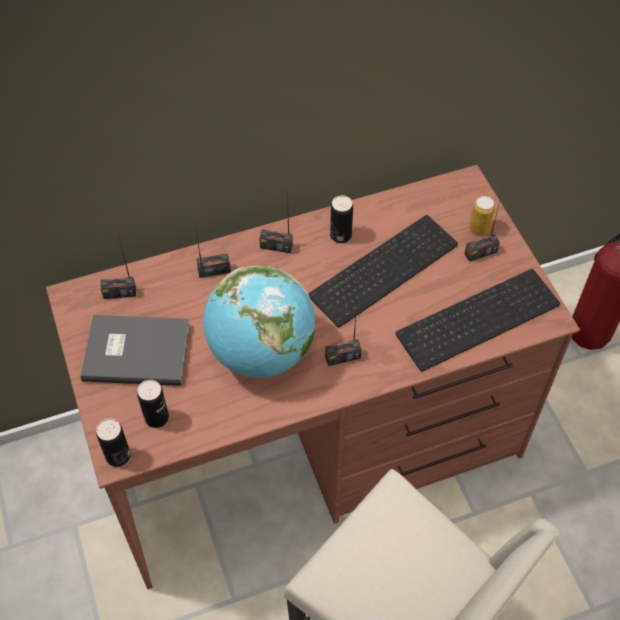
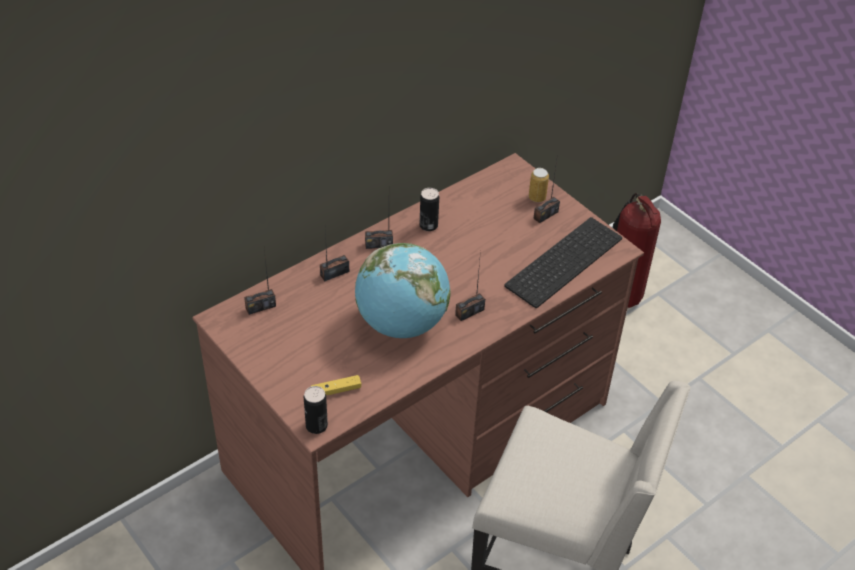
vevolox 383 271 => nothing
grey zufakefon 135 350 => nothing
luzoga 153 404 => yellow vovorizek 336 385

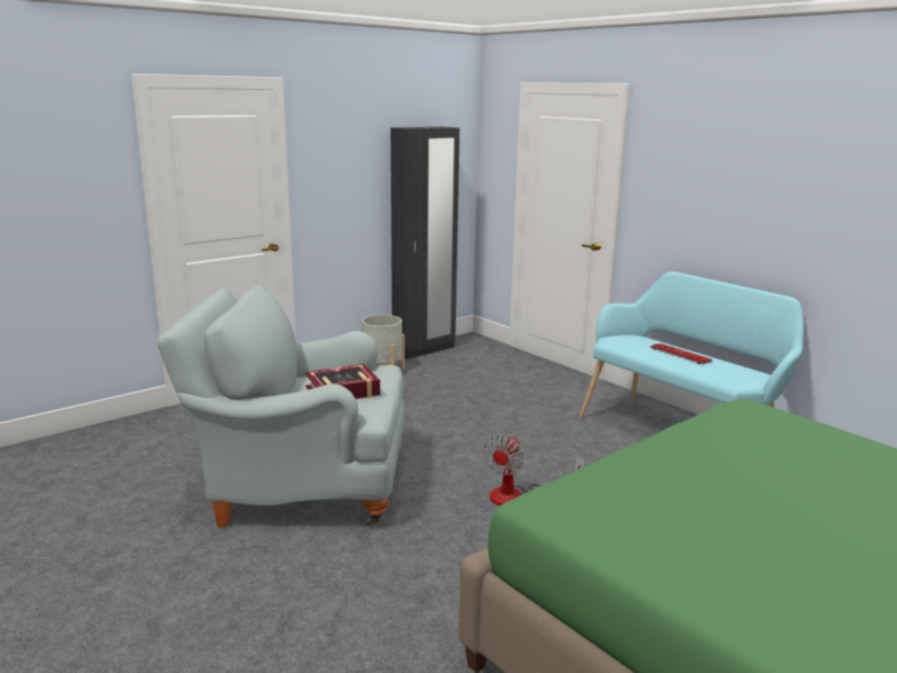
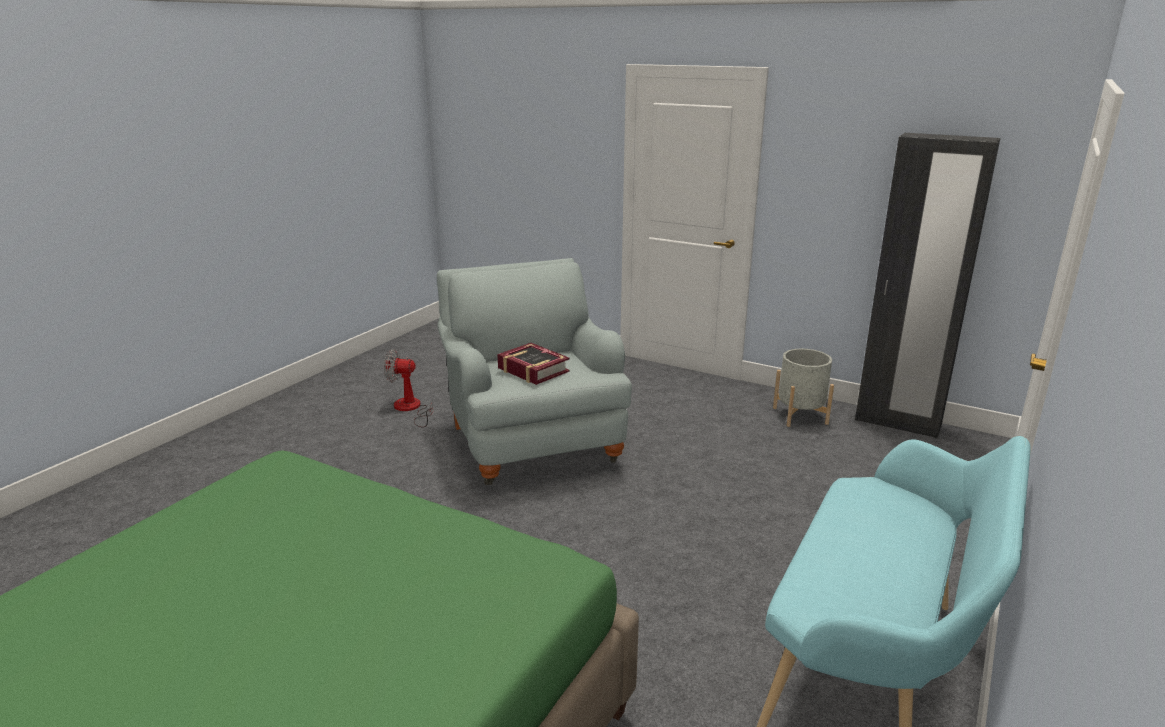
vevolox 681 353 => nothing
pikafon 533 470 => pikafon 408 388, move

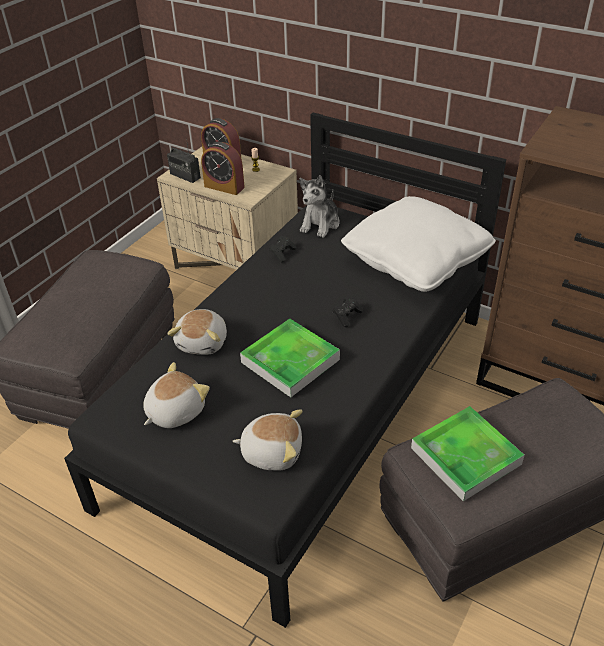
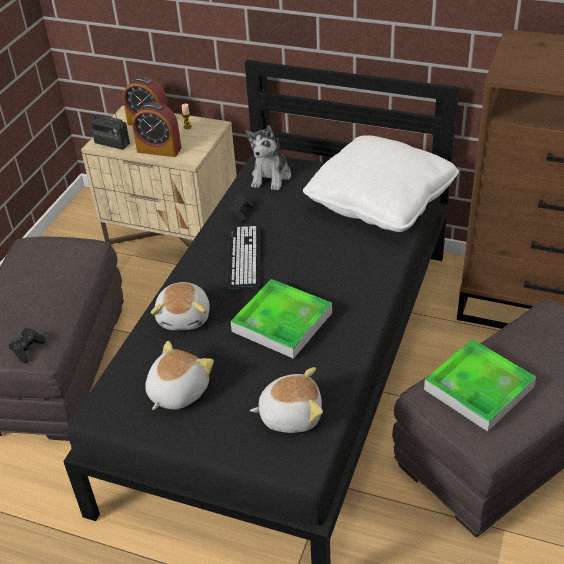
black vovorizek 348 311 => black vovorizek 27 345, move
nothing => vevolox 243 257

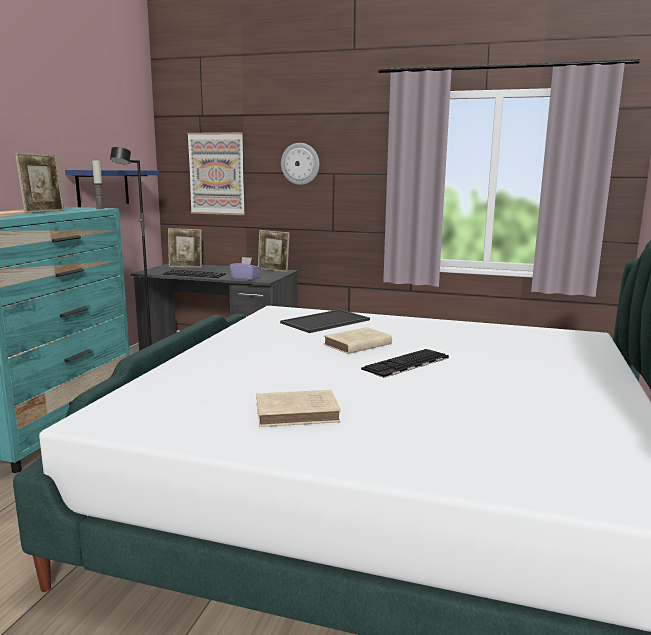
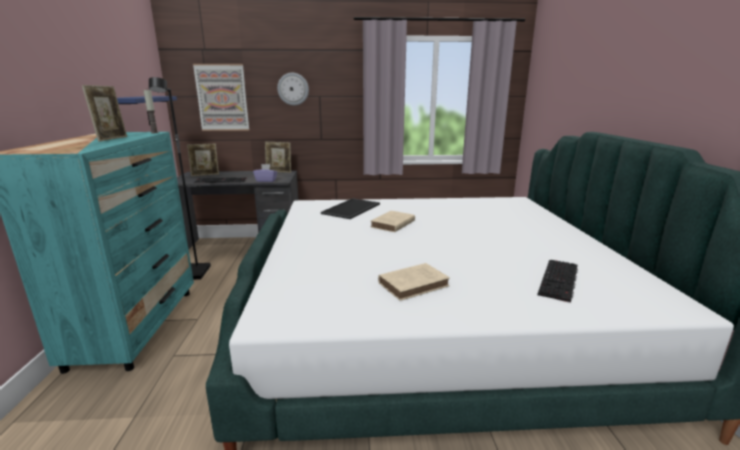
vevolox 405 363 => vevolox 557 281, move

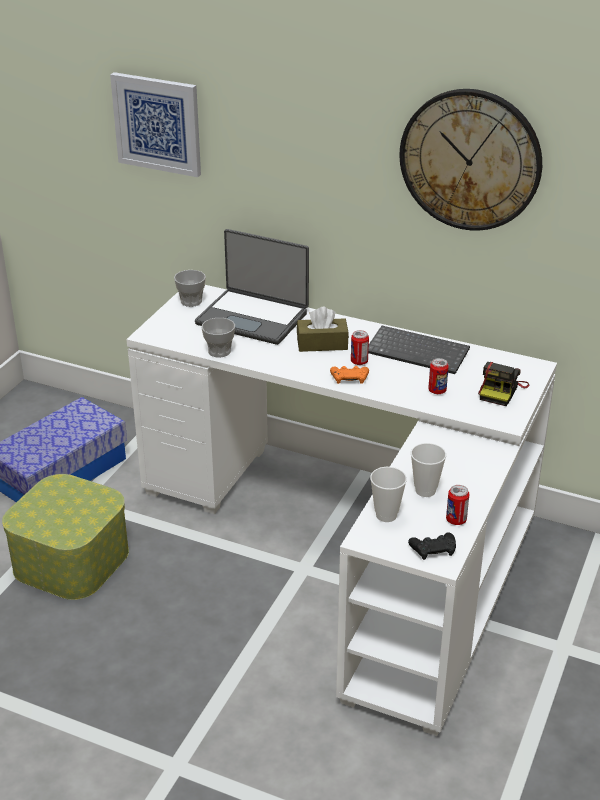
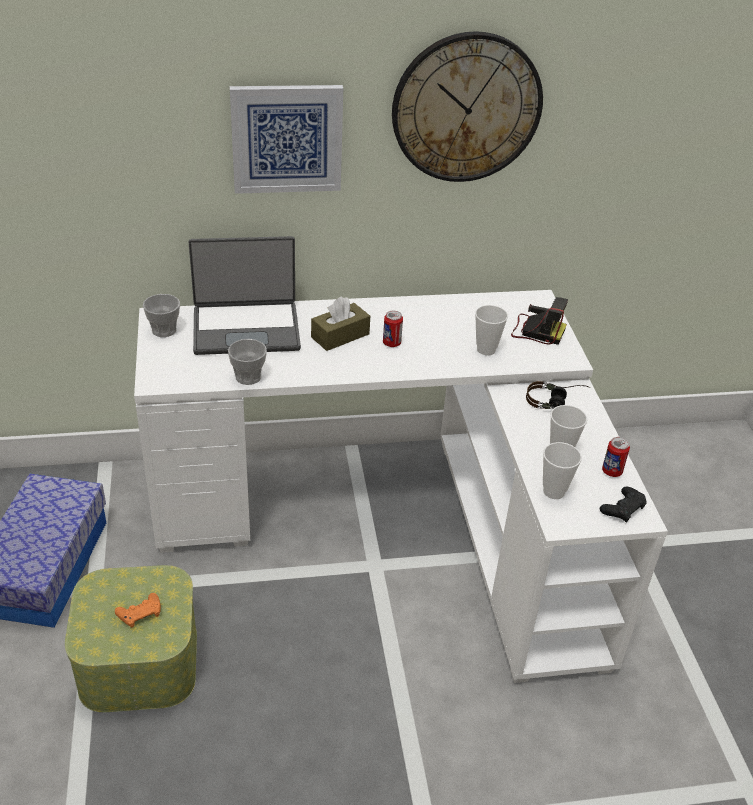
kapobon 155 124 => kapobon 286 139, move
vevolox 419 350 => nothing
luzoga 438 376 => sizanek 491 330
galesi 503 384 => galesi 539 321, 60 degrees counterclockwise
orange vovorizek 349 375 => orange vovorizek 138 610, move
nothing => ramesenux 558 395

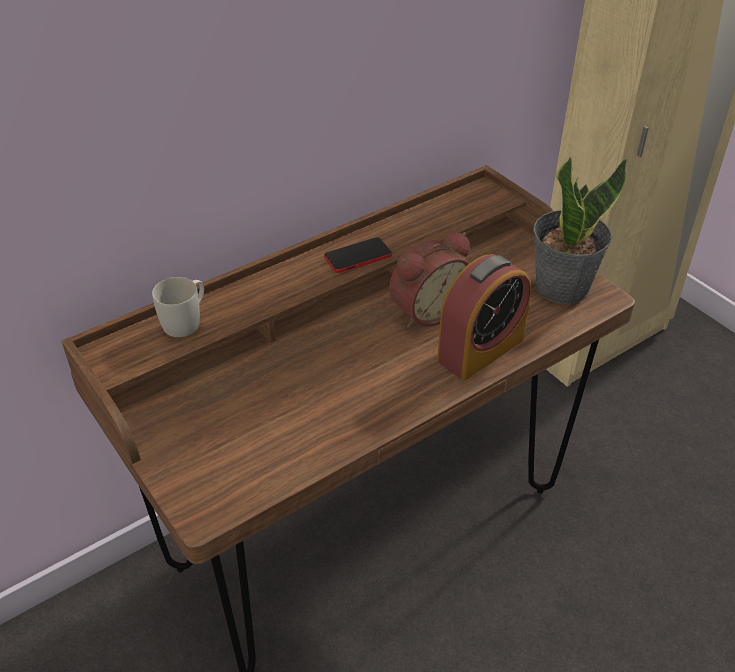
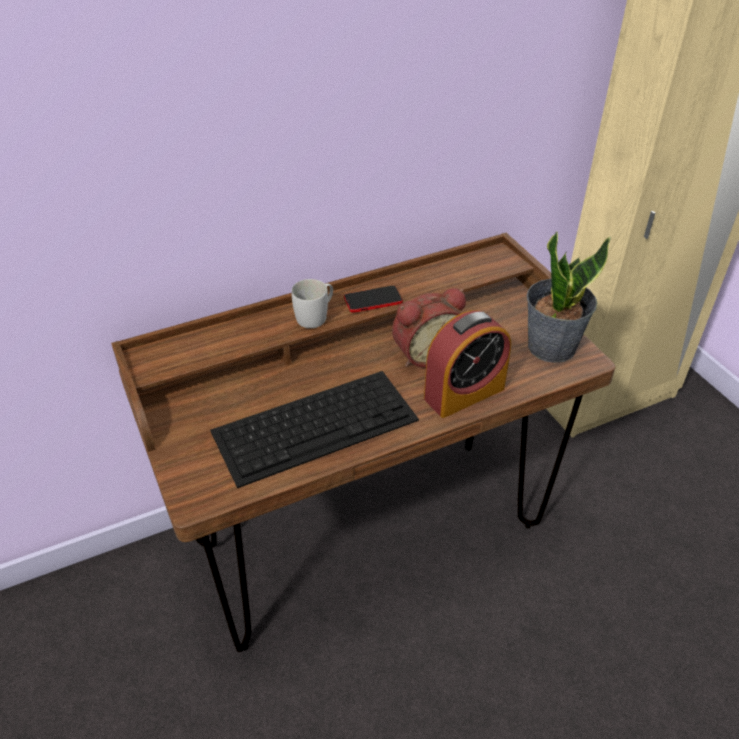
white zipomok 178 307 => white zipomok 312 303, move
nothing => vevolox 314 429

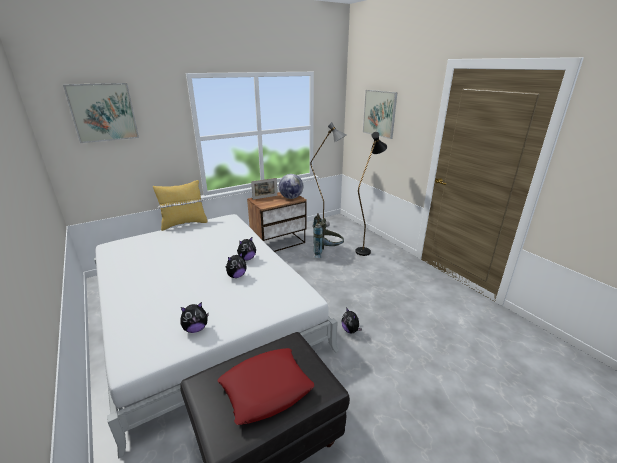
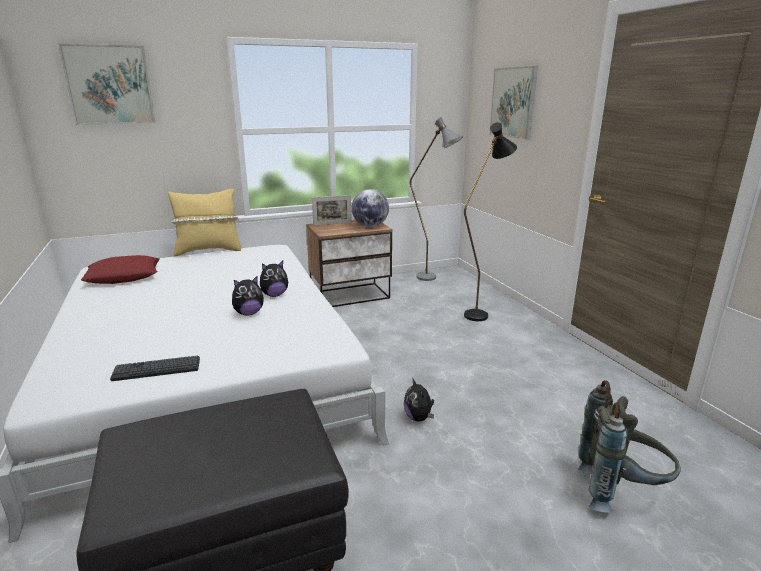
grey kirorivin 328 235 => grey kirorivin 629 446, move
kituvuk 194 317 => vevolox 155 368
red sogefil 266 386 => red sogefil 120 269, move

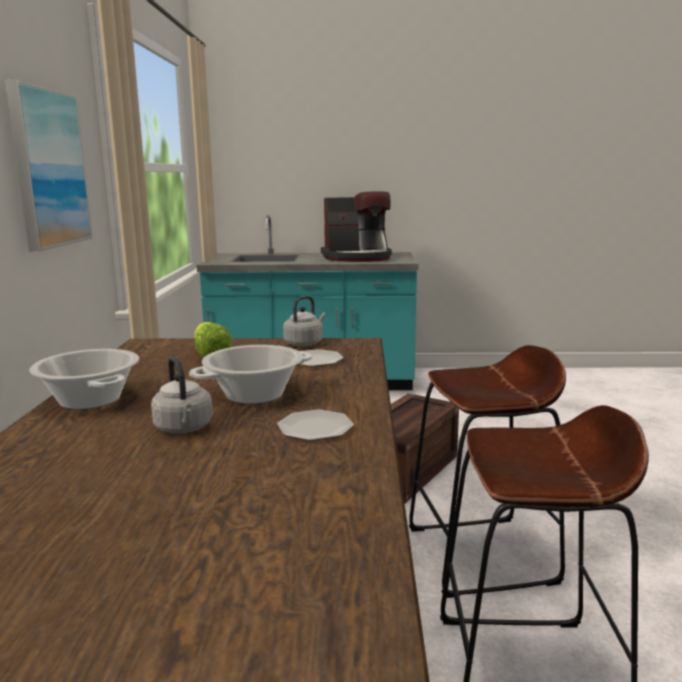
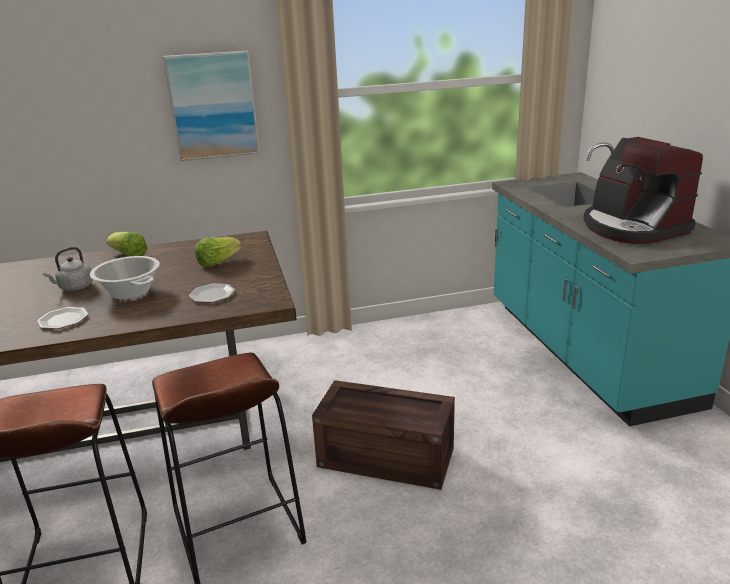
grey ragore 304 321 => nothing
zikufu 84 379 => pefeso 126 244

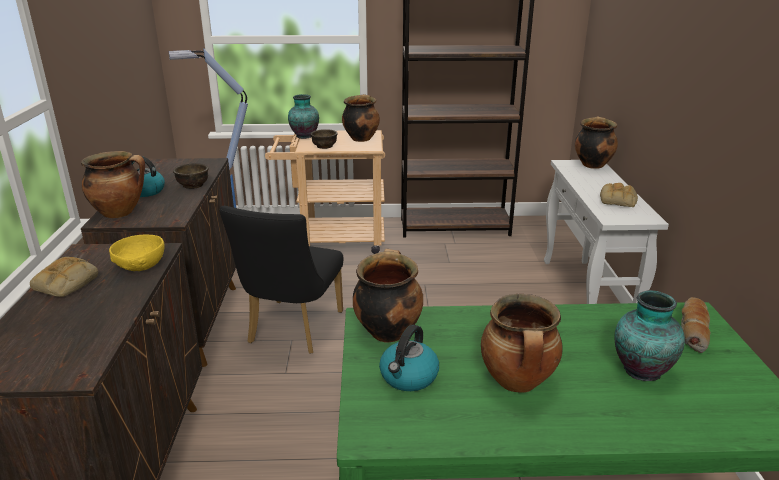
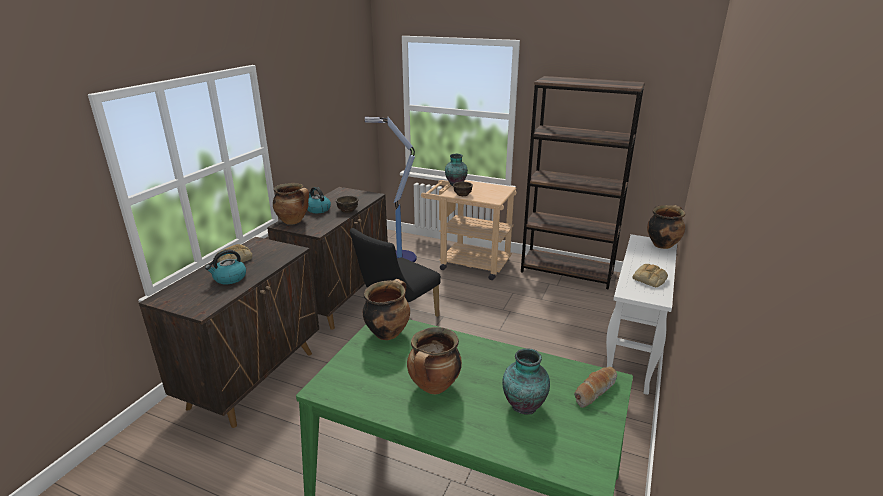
zikufu 361 118 => nothing
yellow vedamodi 137 253 => nothing
ragore 409 358 => ragore 225 267, move

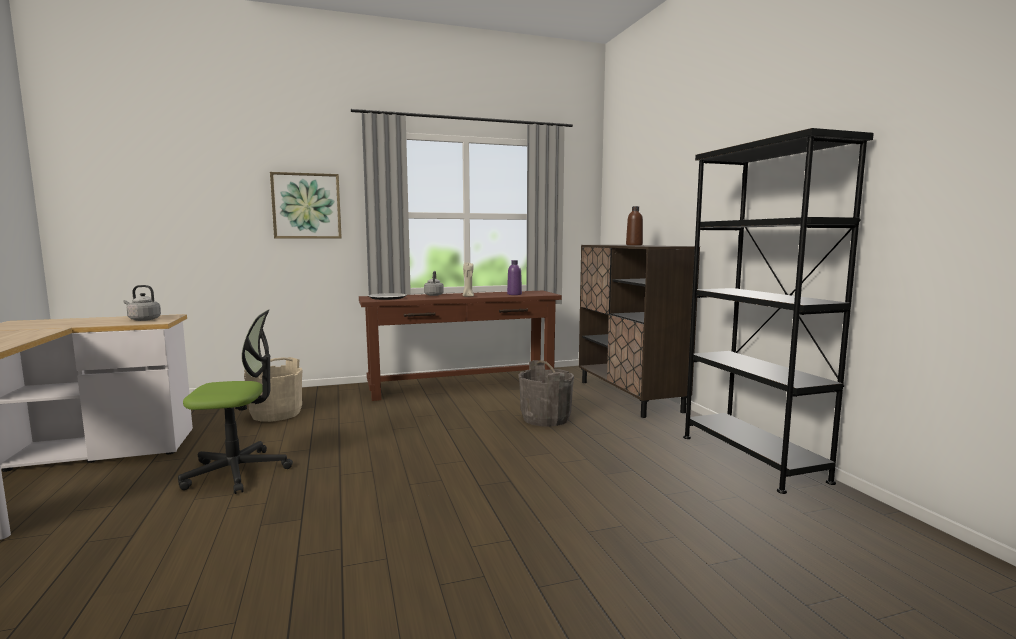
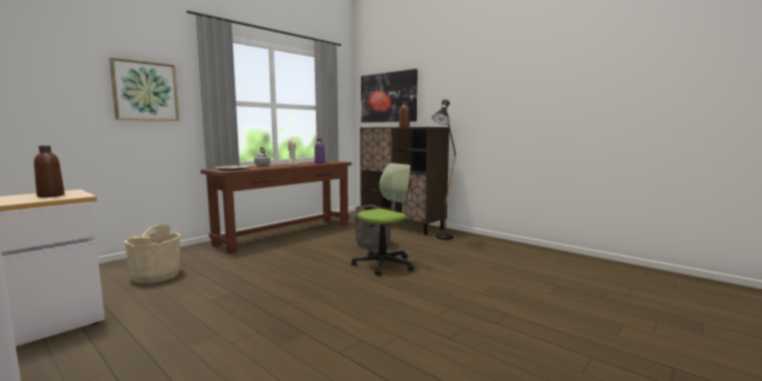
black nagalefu 778 311 => nothing
grey ragore 142 303 => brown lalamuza 49 171
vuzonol 235 402 => vuzonol 382 219, move
nothing => kapobon 389 96
nothing => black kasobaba 444 169

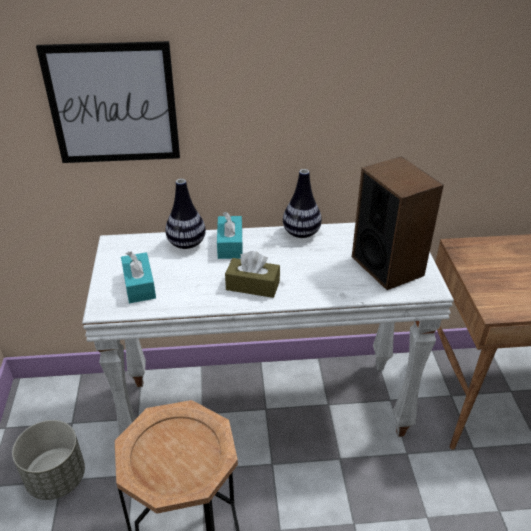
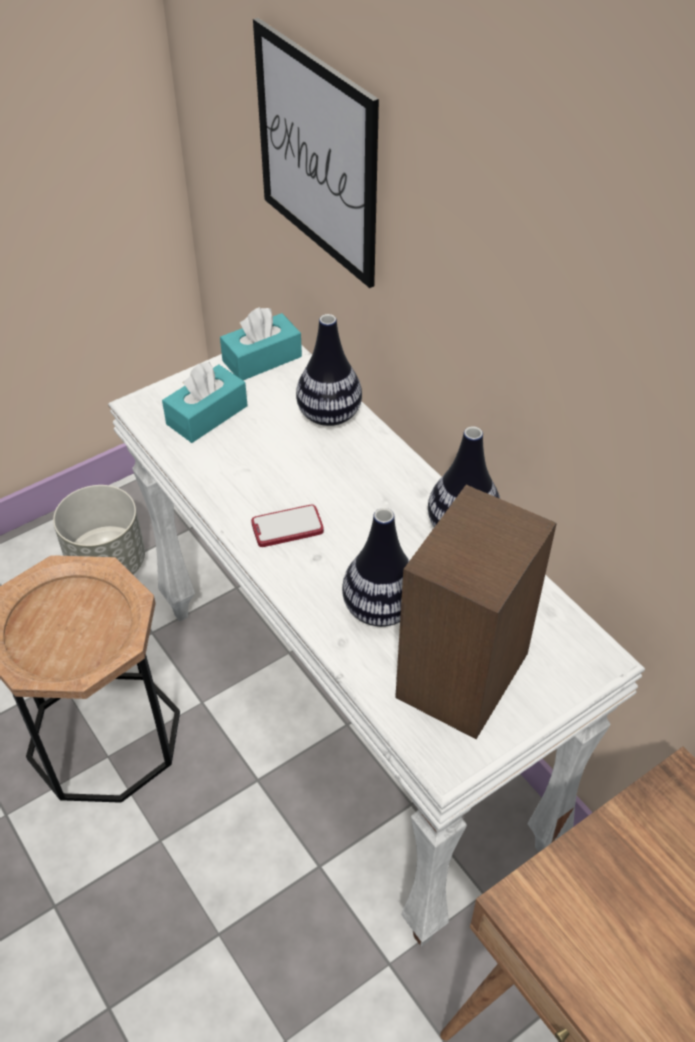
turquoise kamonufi 230 235 => turquoise kamonufi 261 343, move
brown kamonufi 252 274 => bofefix 287 526
nothing => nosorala 376 567

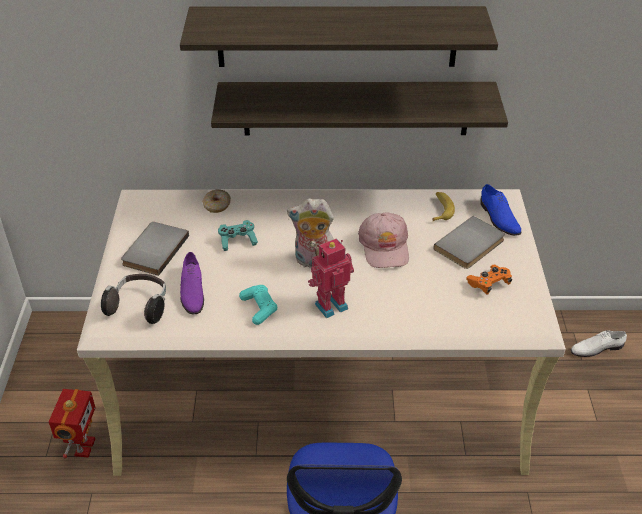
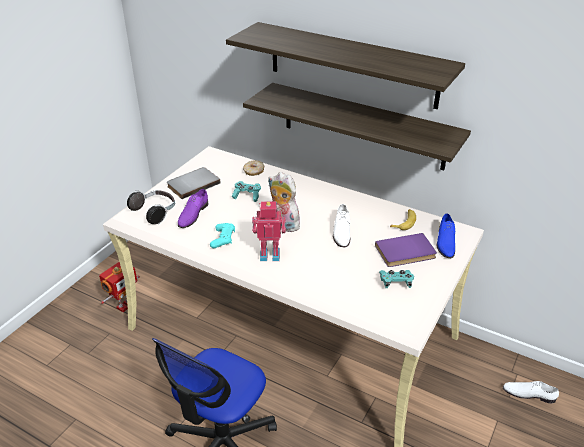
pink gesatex 383 240 => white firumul 341 225
grey zufakefon 469 242 => purple zufakefon 406 250
orange vovorizek 489 280 => turquoise vovorizek 396 279

